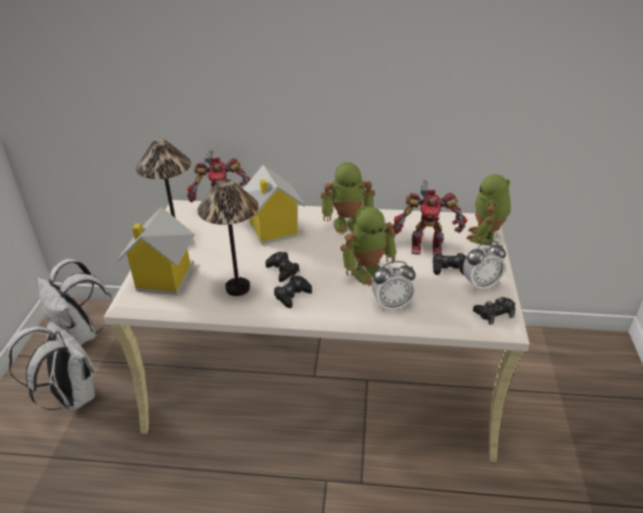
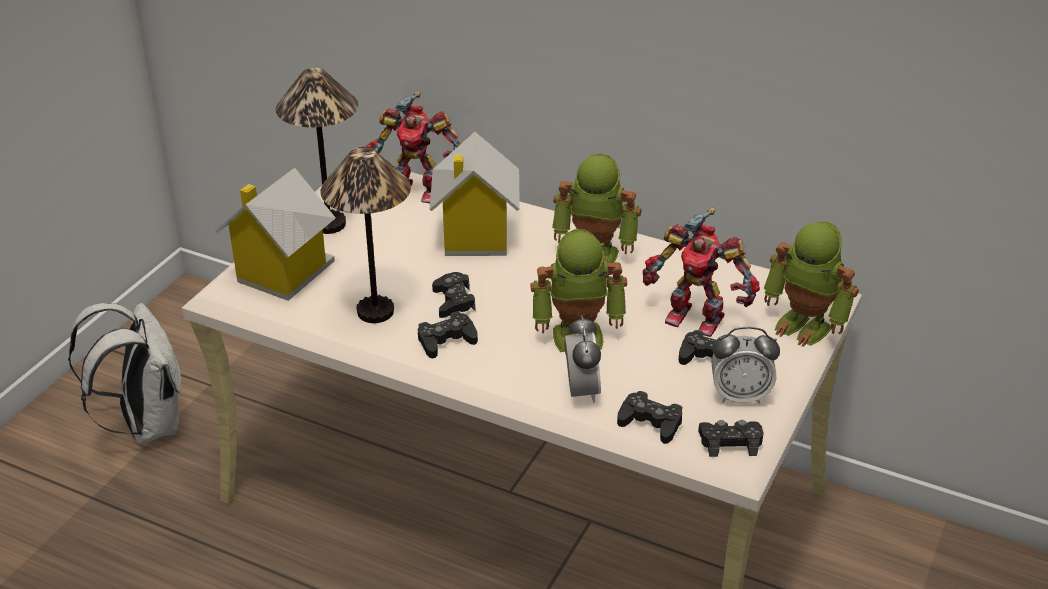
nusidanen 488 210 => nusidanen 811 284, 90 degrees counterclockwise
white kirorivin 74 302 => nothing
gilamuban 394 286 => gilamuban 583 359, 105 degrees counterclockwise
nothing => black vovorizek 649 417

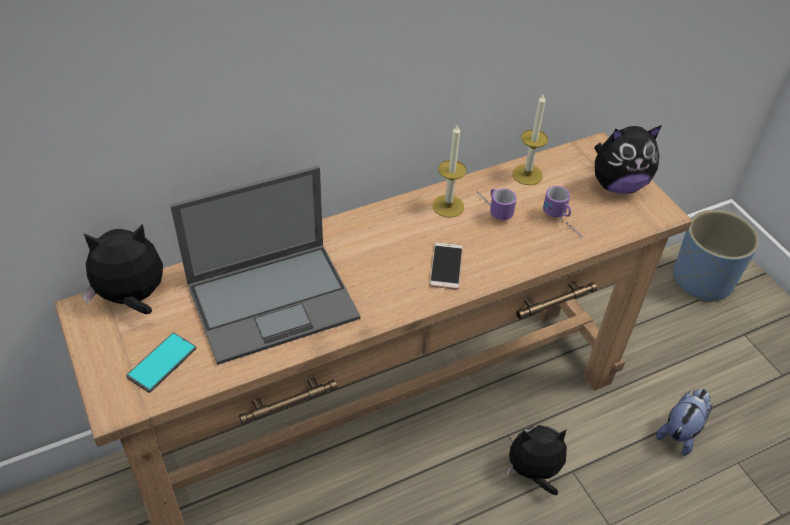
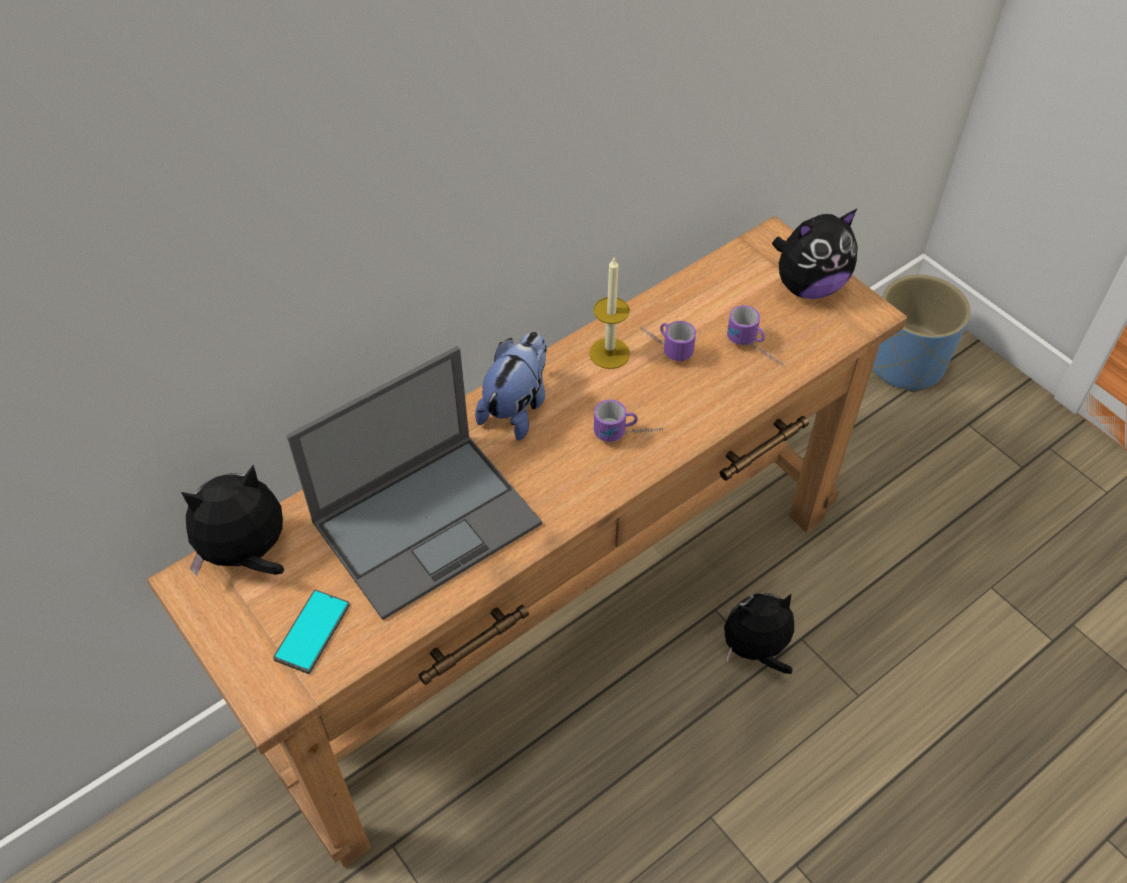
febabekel 530 139 => nothing
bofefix 446 266 => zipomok 628 420
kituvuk 684 422 => kituvuk 511 386, move

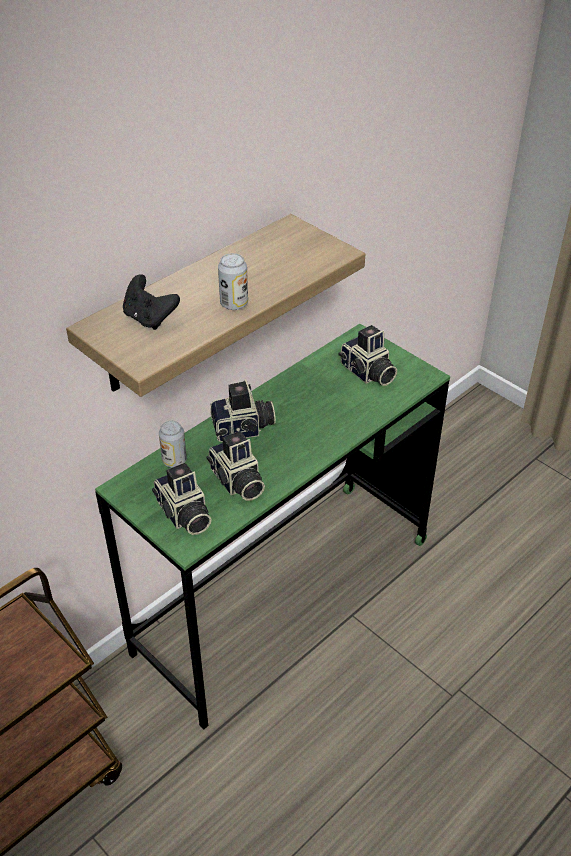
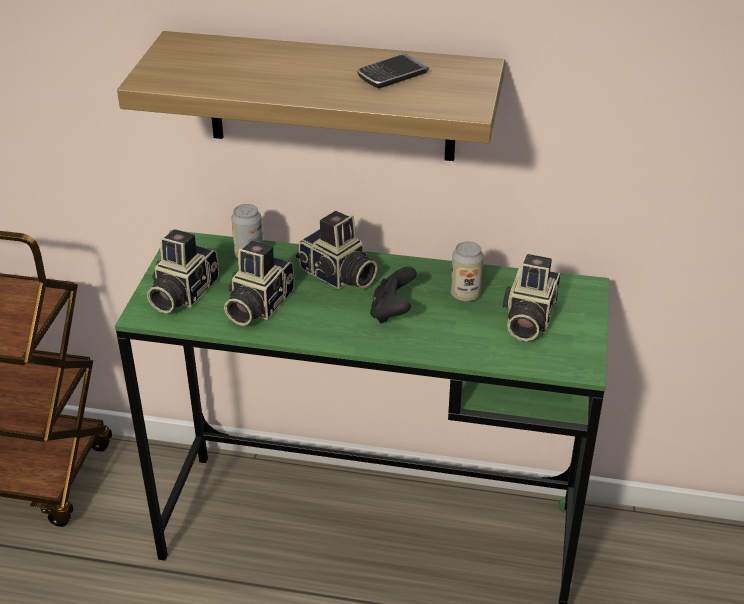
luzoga 233 281 => luzoga 467 272, move
black vovorizek 151 302 => black vovorizek 393 295, move
nothing => bofefix 393 71

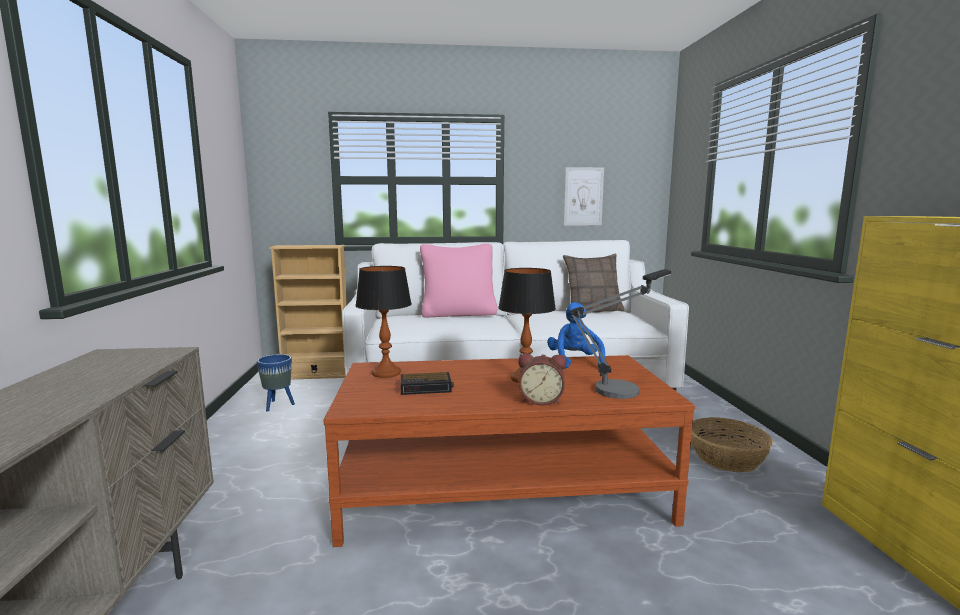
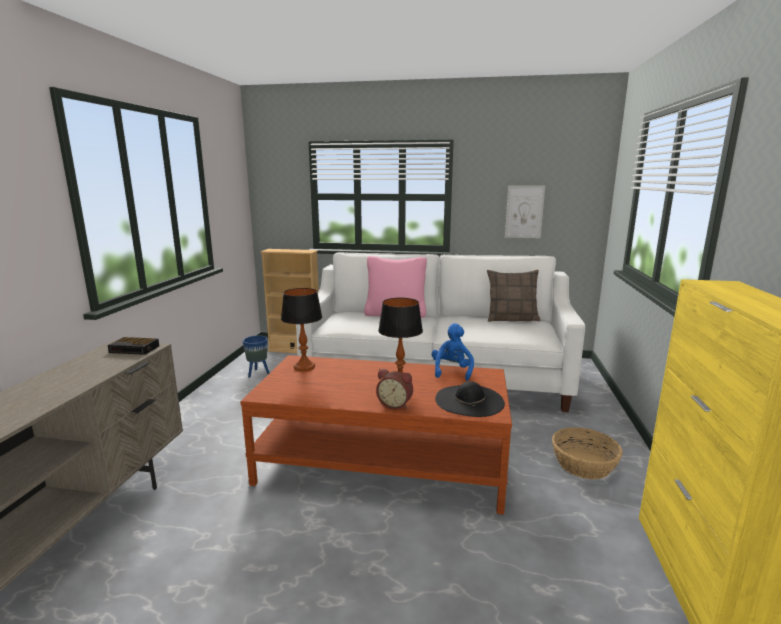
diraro 620 334 => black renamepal 470 399
gilamuban 427 383 => gilamuban 133 346, move

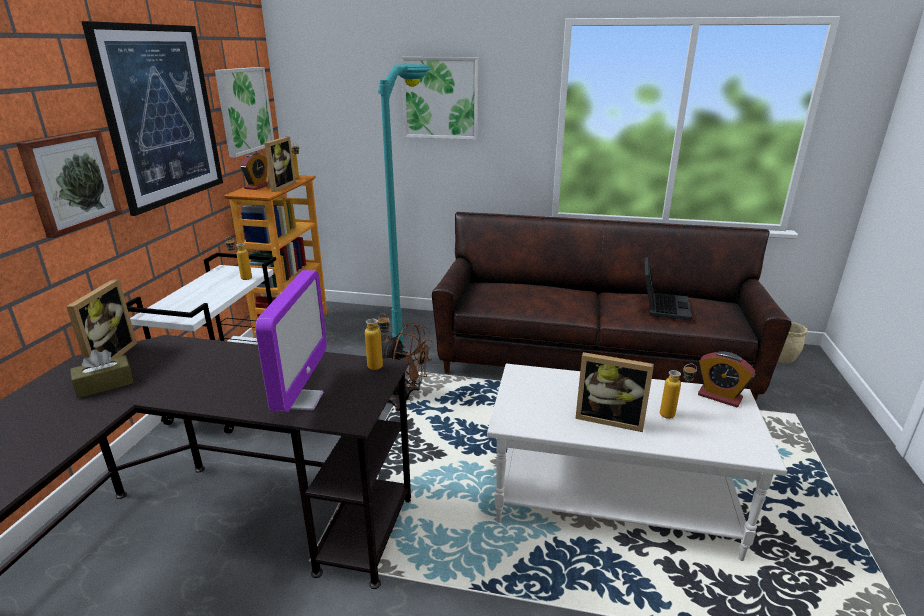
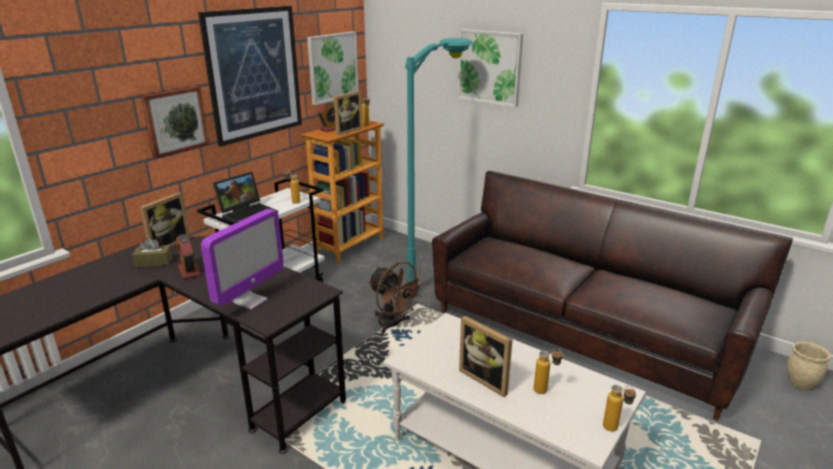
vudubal 668 289 => vudubal 245 197, move
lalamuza 377 341 => lalamuza 619 408, move
gilamuban 726 379 => gilamuban 188 256, move

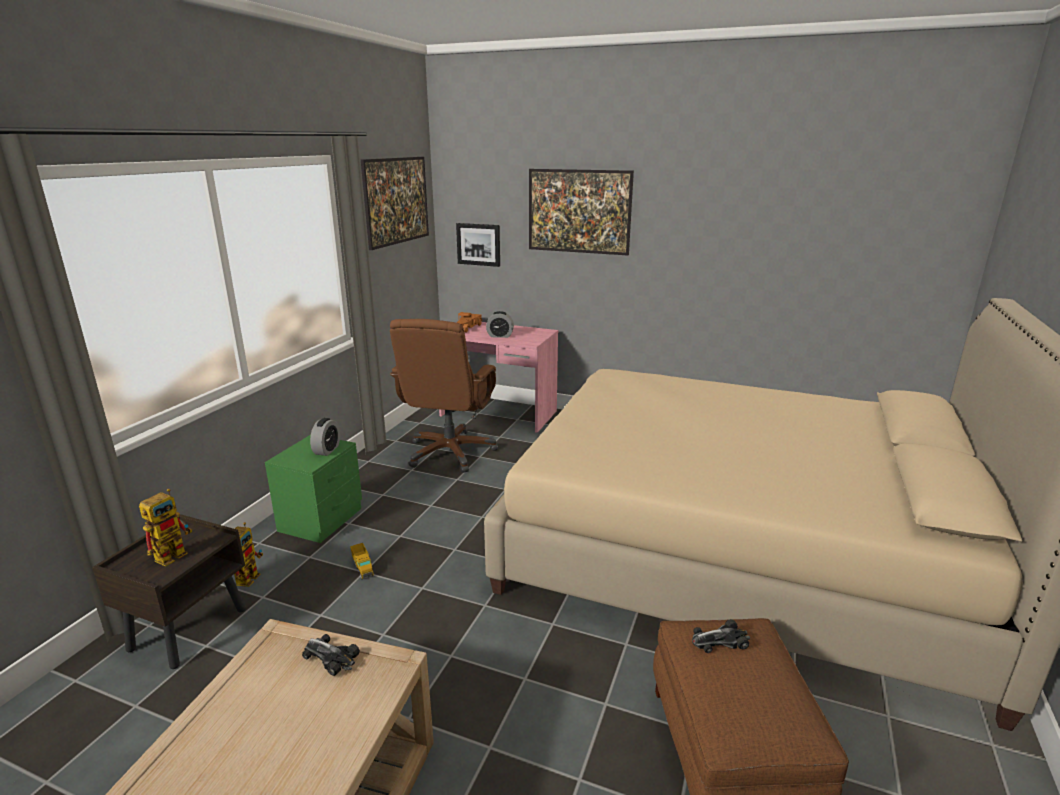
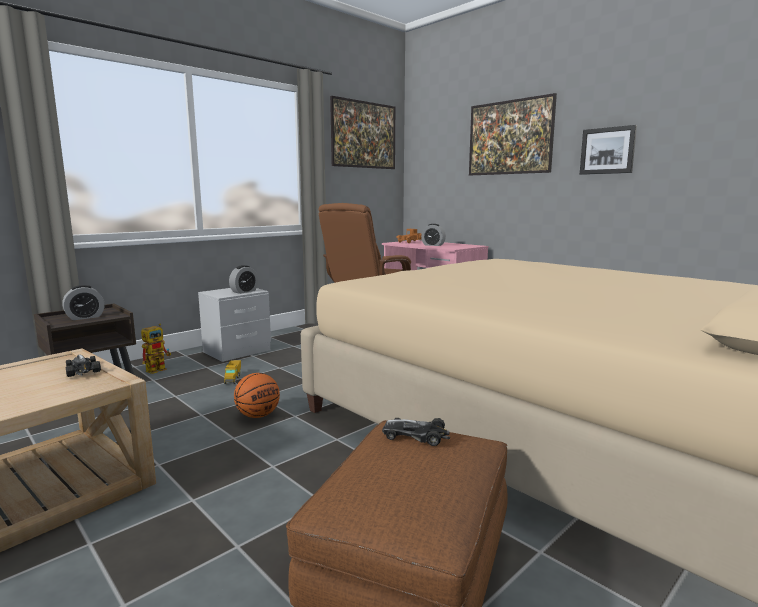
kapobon 478 245 => kapobon 608 150, move
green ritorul 313 489 => grey ritorul 234 325
nusidanen 165 528 => gilamuban 83 302
nothing => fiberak 257 395

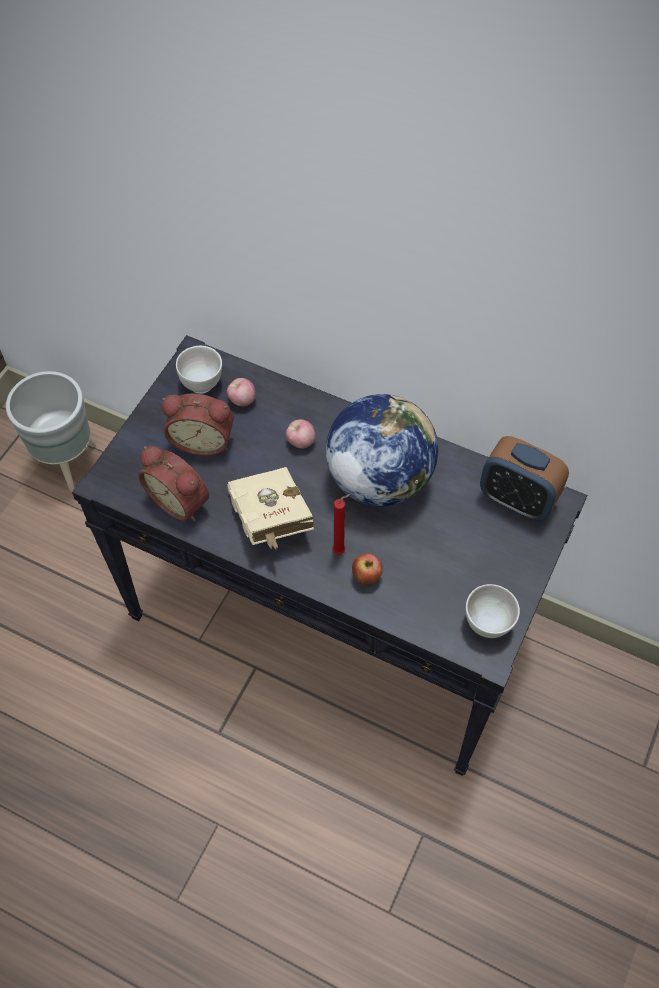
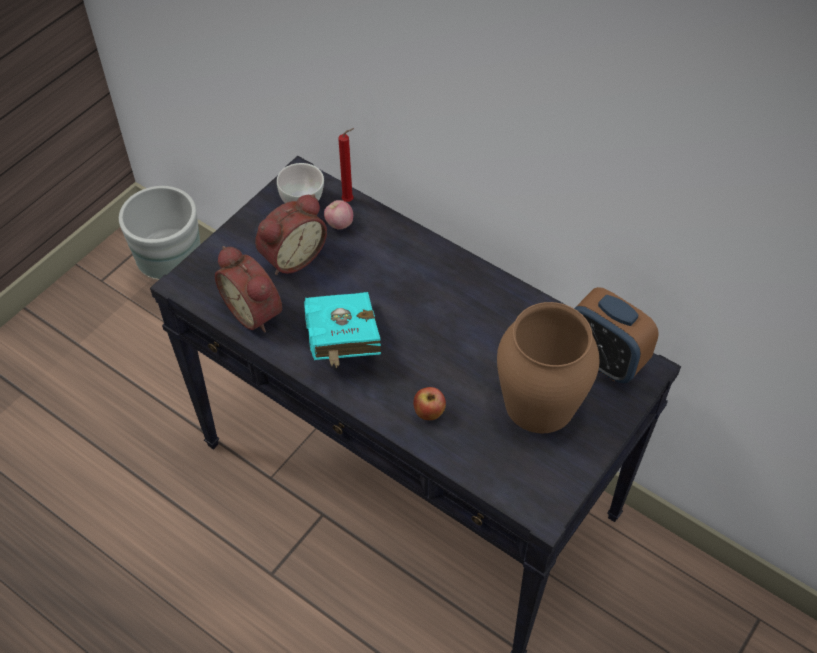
gilamuban 197 425 => gilamuban 291 234, 60 degrees counterclockwise
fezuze 382 450 => nothing
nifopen 301 433 => nothing
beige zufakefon 270 509 => turquoise zufakefon 342 330
red febabekel 341 524 => red febabekel 346 165, move
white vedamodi 493 611 => nothing
nothing => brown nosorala 548 367

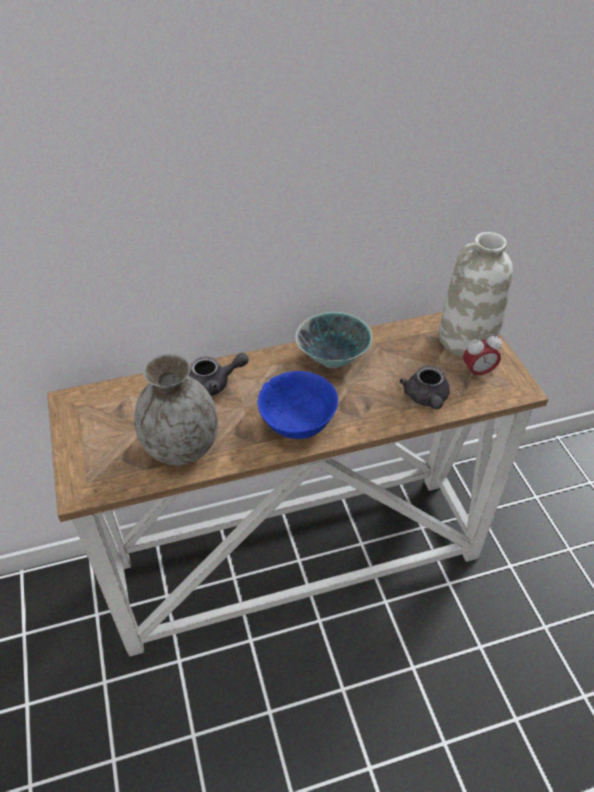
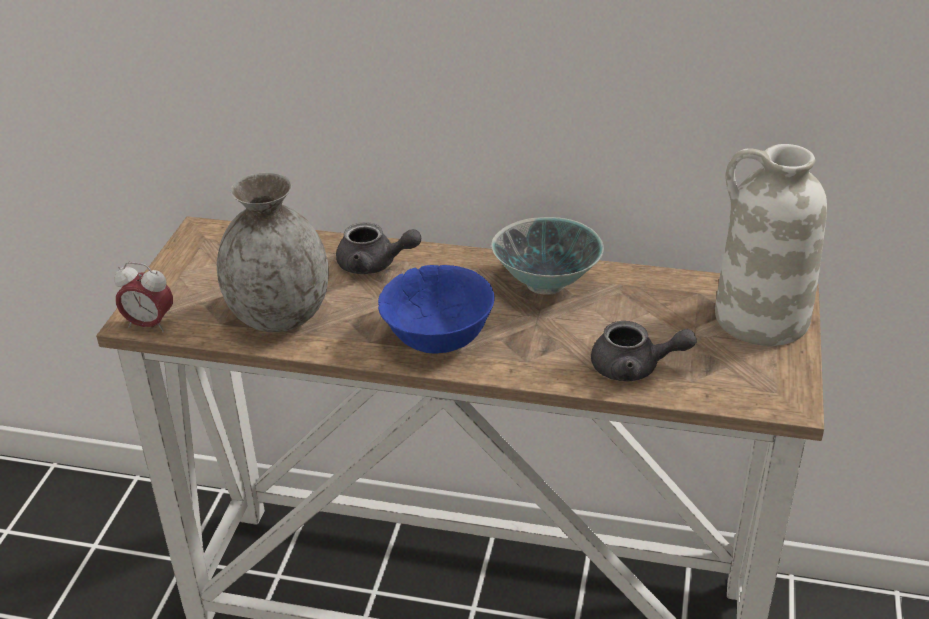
gilamuban 482 356 => gilamuban 143 297, move
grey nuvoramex 424 387 => grey nuvoramex 644 351, 105 degrees counterclockwise

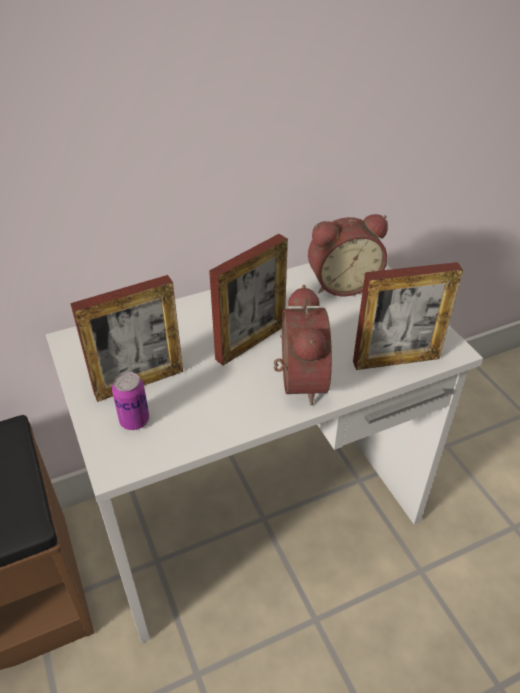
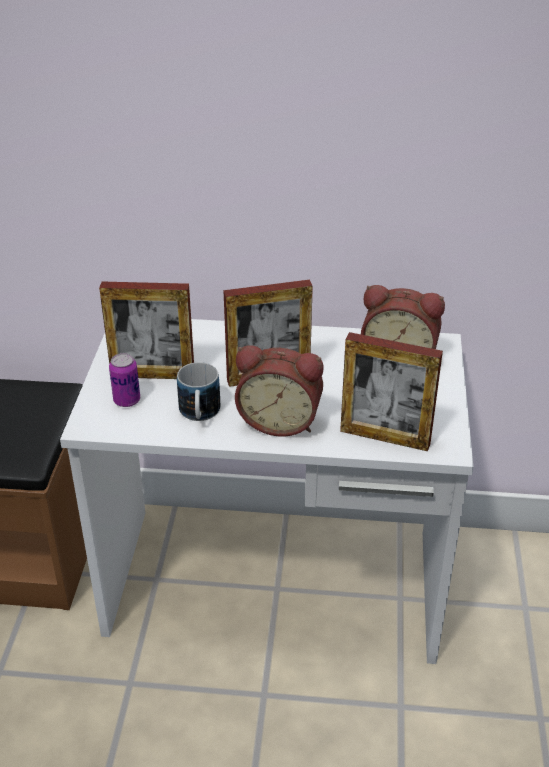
gilamuban 303 345 => gilamuban 279 390, 75 degrees clockwise
nothing => zipomok 199 391

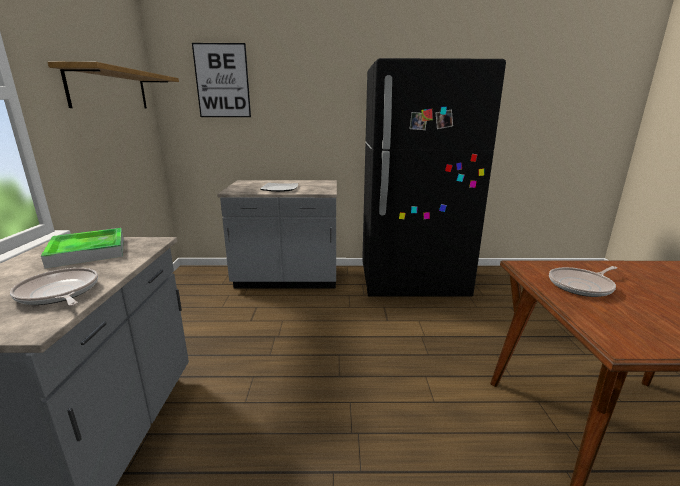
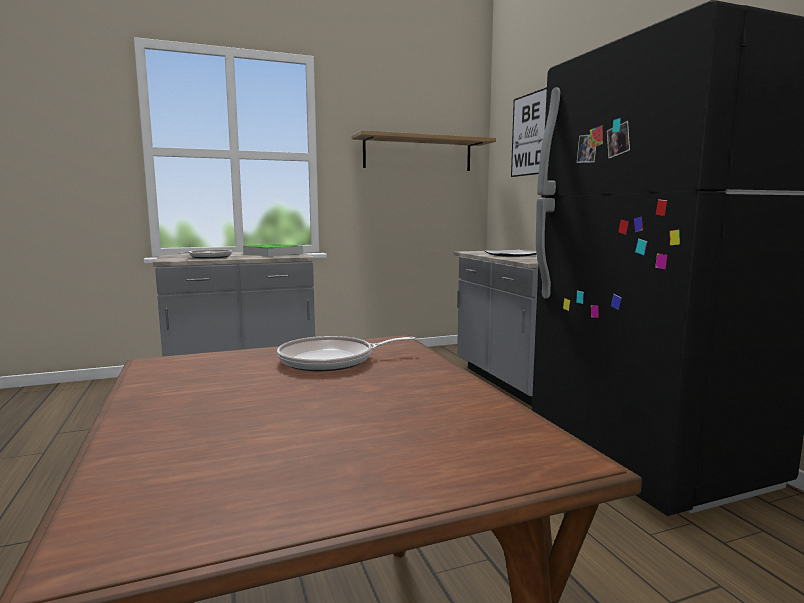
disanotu 583 281 => disanotu 346 353, 60 degrees counterclockwise

